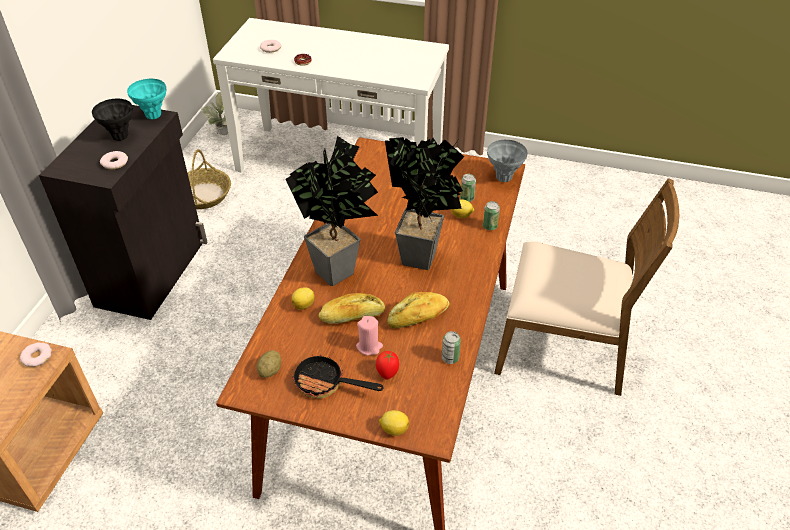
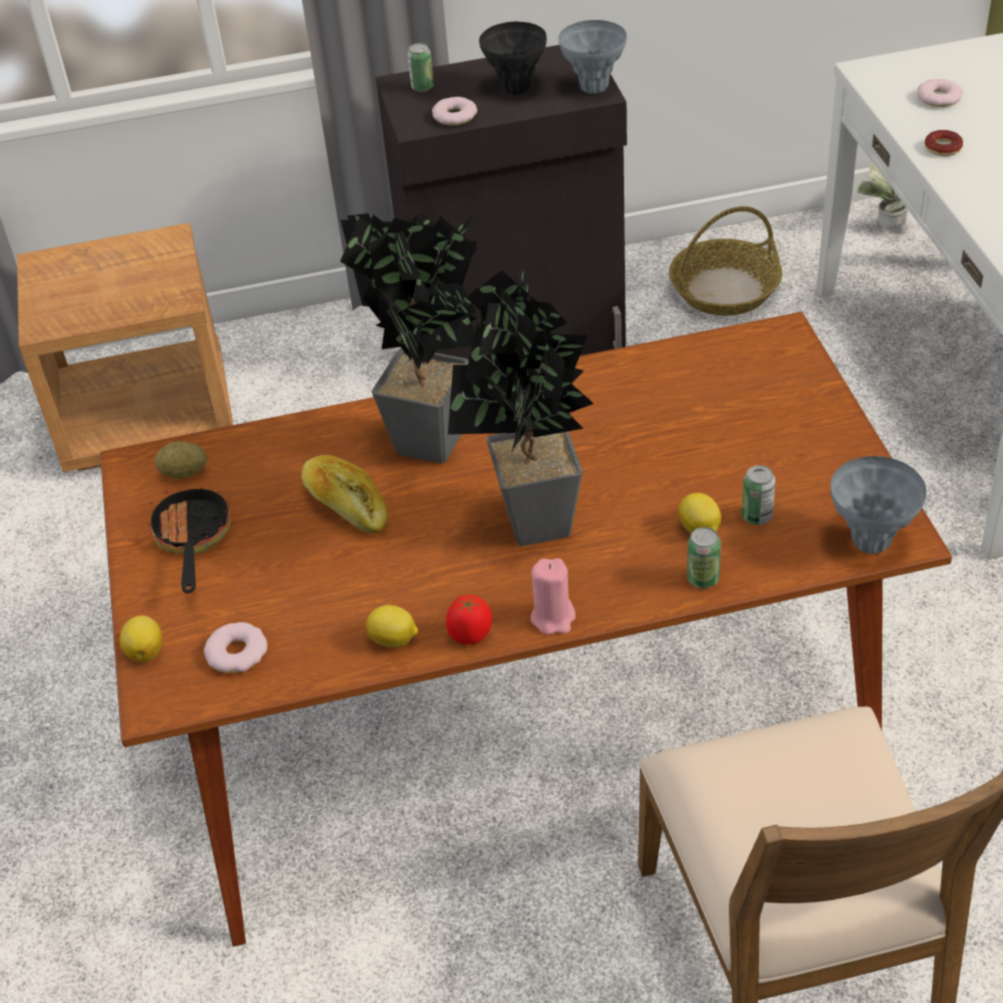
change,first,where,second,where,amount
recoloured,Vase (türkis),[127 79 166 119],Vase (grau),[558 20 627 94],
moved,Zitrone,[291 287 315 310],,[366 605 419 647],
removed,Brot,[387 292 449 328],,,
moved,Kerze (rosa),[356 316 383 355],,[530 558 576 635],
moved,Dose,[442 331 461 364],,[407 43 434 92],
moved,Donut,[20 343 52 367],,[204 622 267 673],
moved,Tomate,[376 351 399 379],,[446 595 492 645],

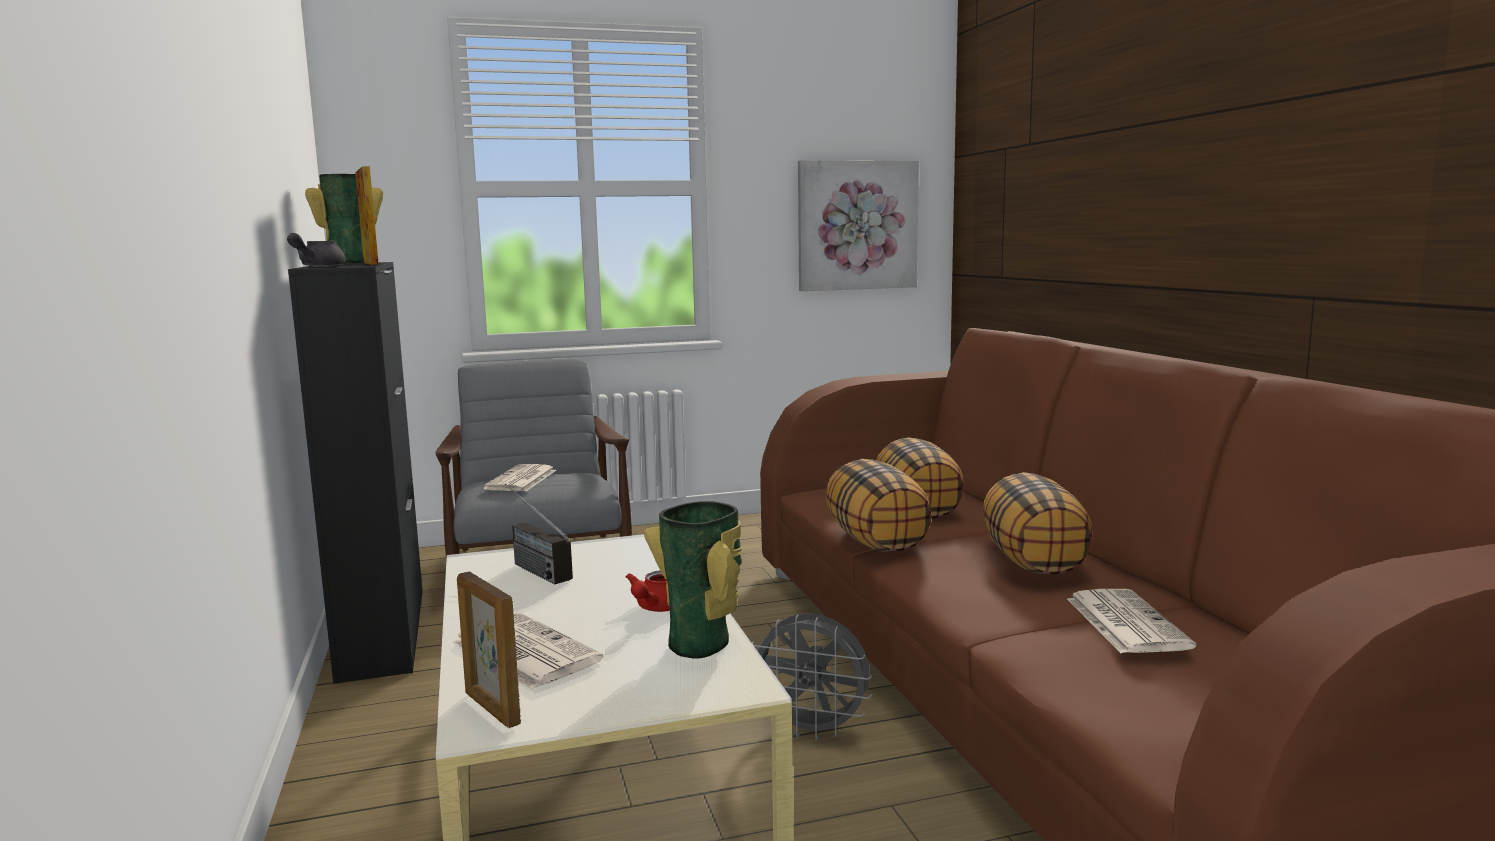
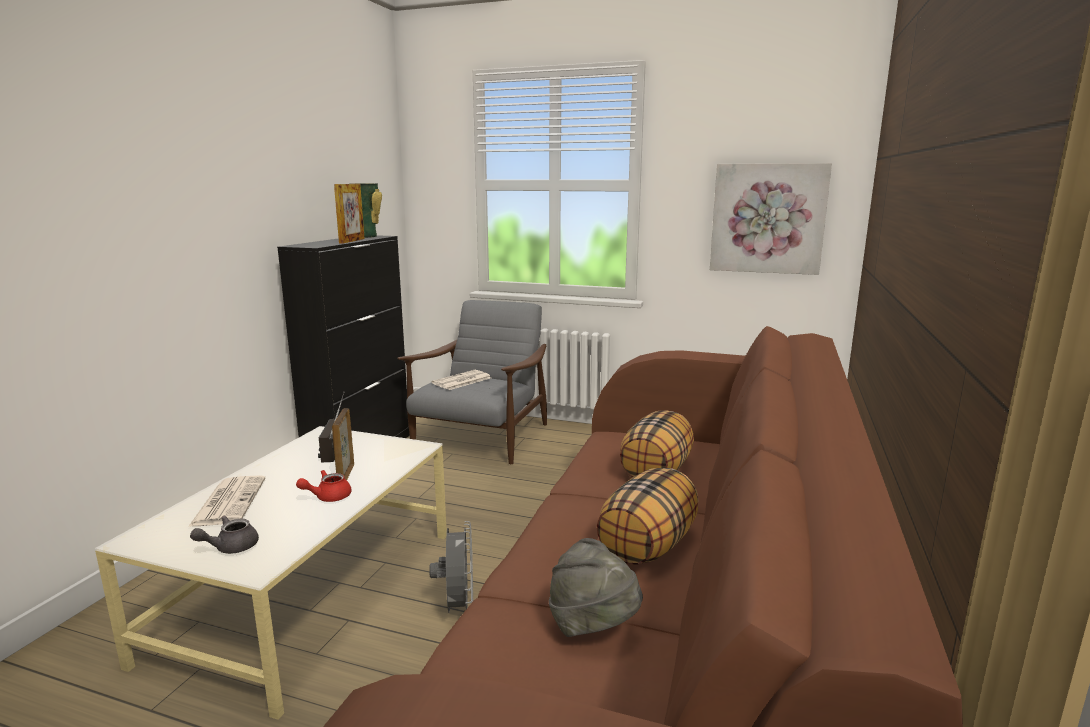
change,first,where,second,where,amount
moved,Teekanne (grau),[287 233 346 267],,[190 515 259 554],
removed,Kissen,[826 459 932 552],,,
removed,Vase,[644 501 743 659],,,
moved,Bilderrahmen,[457 572 521 728],,[332 408 354 480],
replaced,Zeitung,[1067 589 1196 653],Hut (grau),[549 538 643 637],
turned,Ventilator (grau),[752 613 872 740],,[429 521 473 613],150 degrees counterclockwise

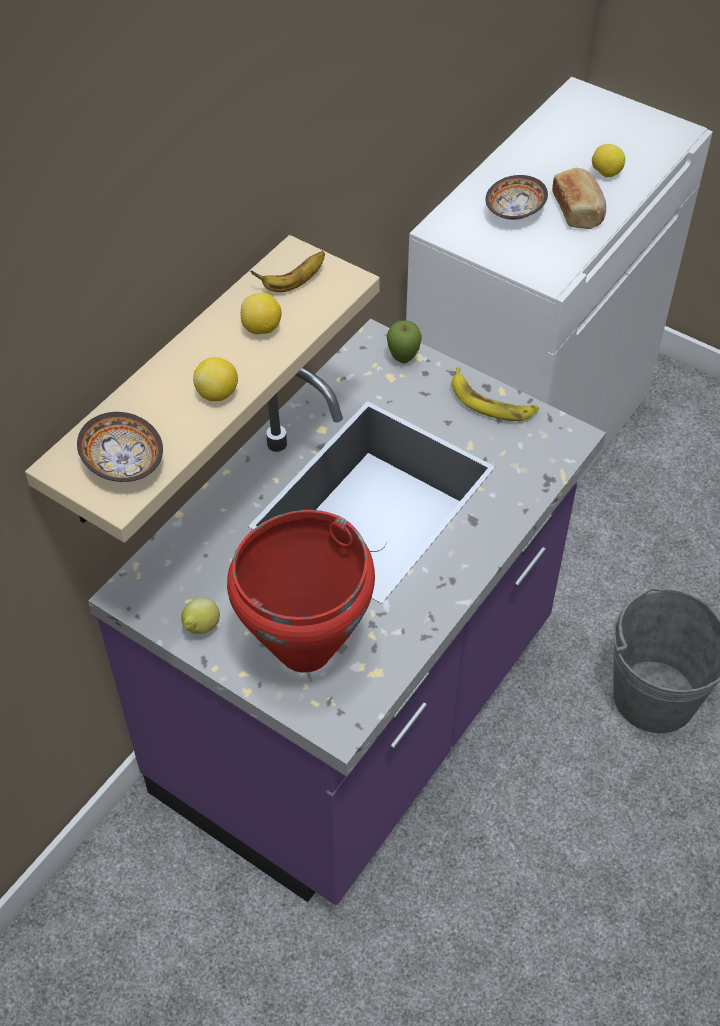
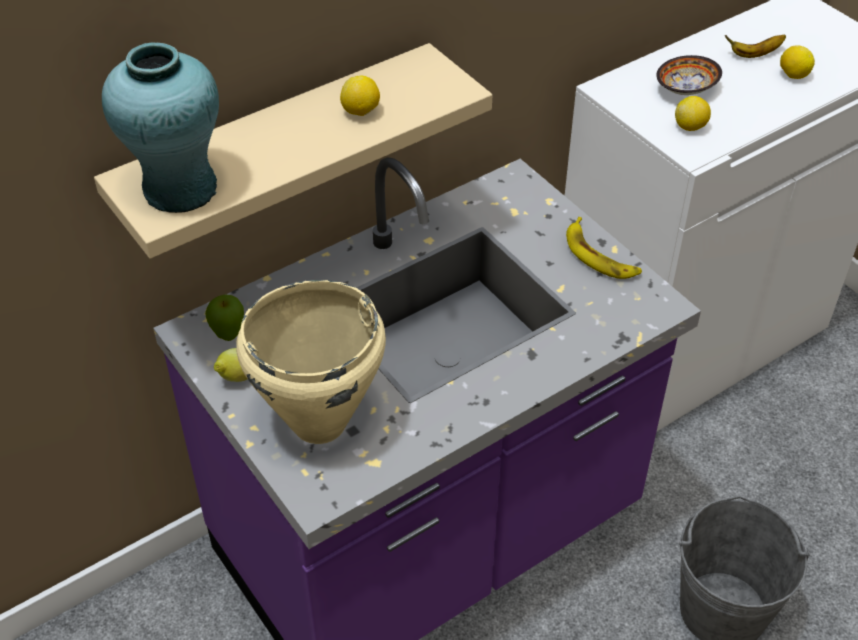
change,first,where,second,where,amount
removed,Brot,[552 168 606 229],,,
moved,Banane,[250 251 325 292],,[725 35 786 58],
moved,Apfel,[387 320 422 363],,[205 294 244 341],
moved,Zitrone,[193 357 238 401],,[675 96 711 131],
replaced,Schüssel,[77 412 163 482],Vase (türkis),[102 43 219 213],
recoloured,Kochtopf (rot),[227 510 375 673],Kochtopf (beige),[236 280 386 444],

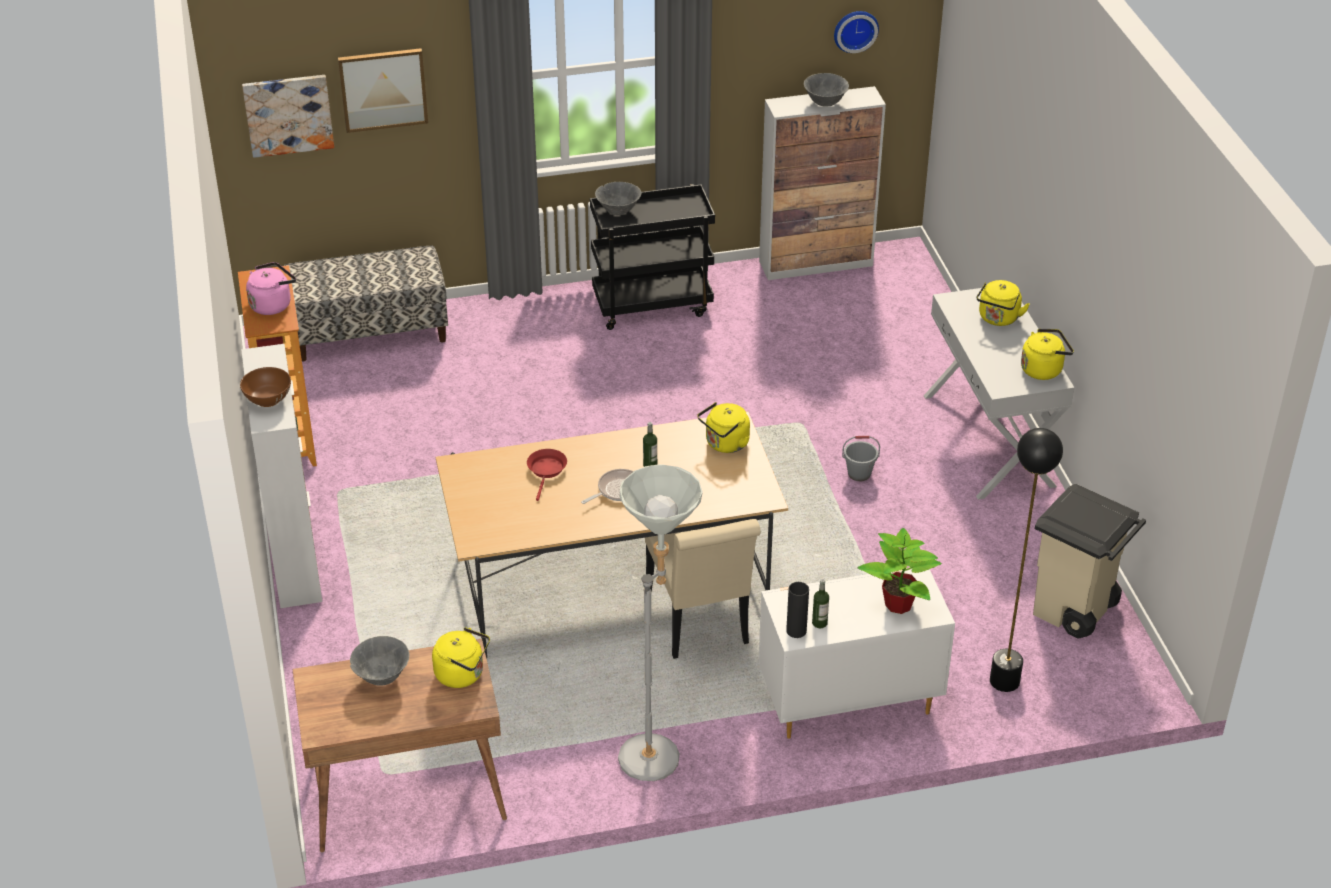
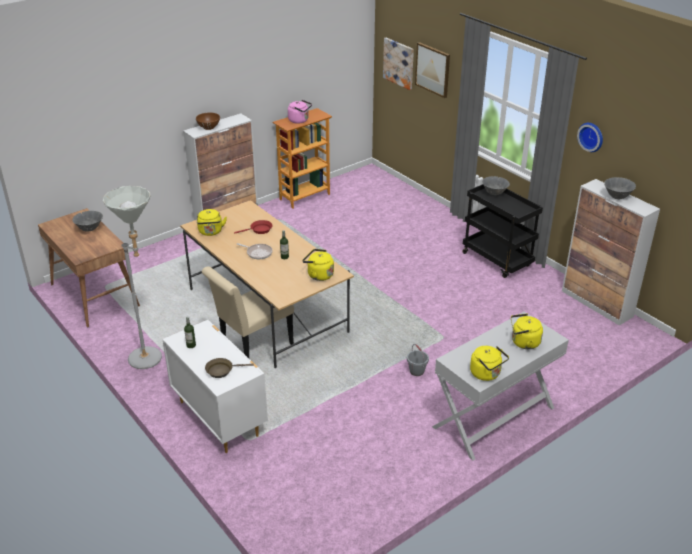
change,first,where,second,where,amount
moved,Wanduhr,[834 11 879 53],,[577 123 603 152],
removed,Bank,[284 246 448 361],,,
removed,Stehlampe (schwarz),[990 428 1063 692],,,
removed,Mülleimer (beige),[1033 483 1146 638],,,
replaced,Topfpflanze,[858 528 942 614],Pfanne (braun),[205 358 254 378],
removed,Vase (schwarz),[786 582 809 638],,,
moved,Wasserkessel (gelb),[432 627 490 688],,[197 209 227 236],

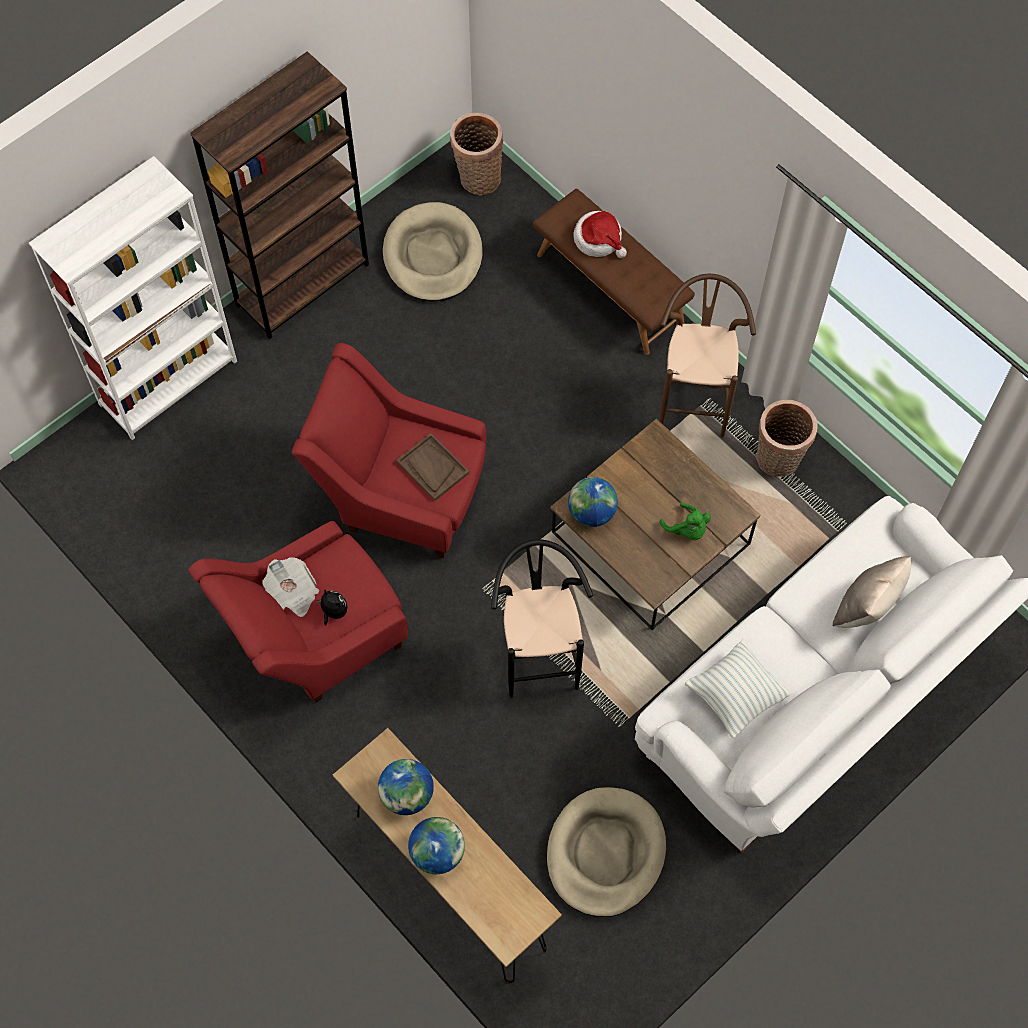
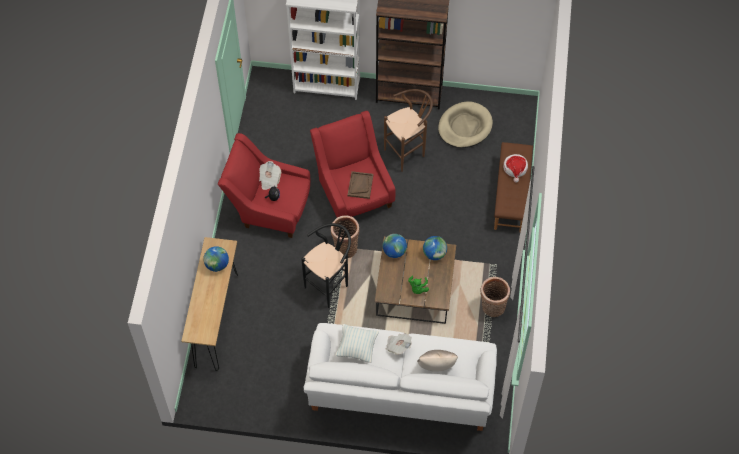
change,first,where,second,where,amount
moved,Korb,[450 112 503 196],,[331 216 360 258],
moved,Hocker (braun),[660 274 756 437],,[384 89 433 172],
removed,Hundebett (beige),[547 787 666 917],,,
moved,Globus,[408 817 465 874],,[423 236 447 260],
added,,,Zeitung,[385 333 412 355],

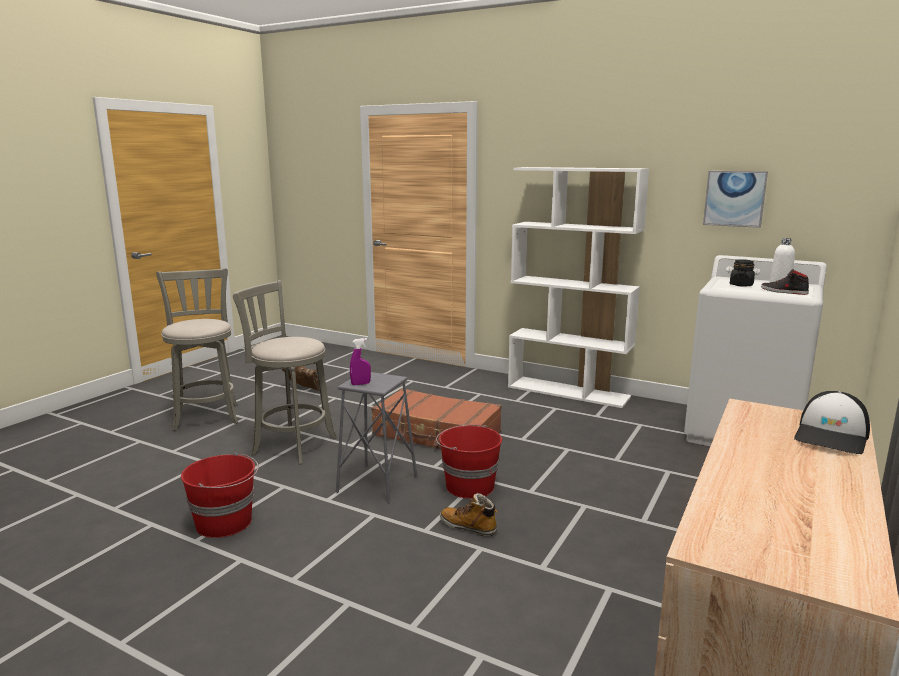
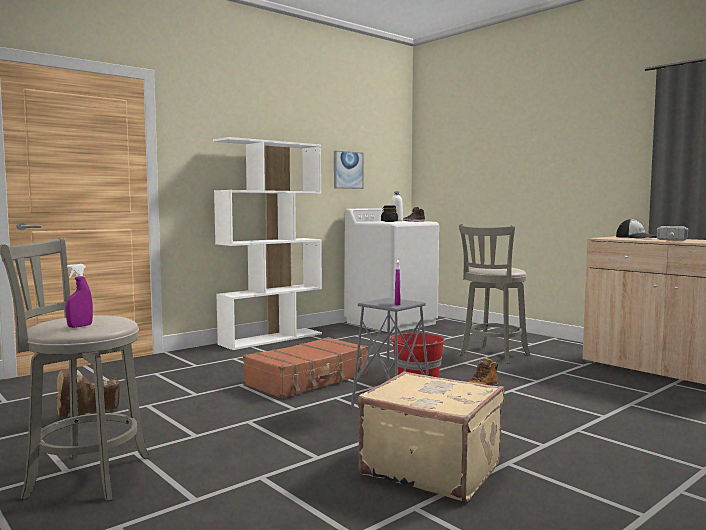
change,first,where,second,where,amount
moved,Hocker (grau),[233 280 337 465],,[459 224 530 364],
replaced,Eimer (rot),[181 453 259 538],Koffer (beige),[358 371 505 502],
added,,,Hammer,[657 226 688 241],
added,,,Sprühflasche (lila),[65 264 93 328],

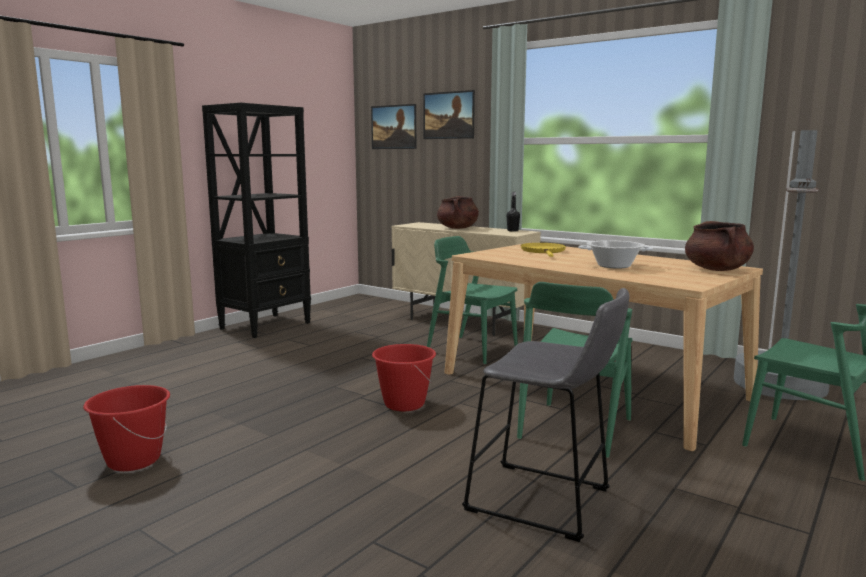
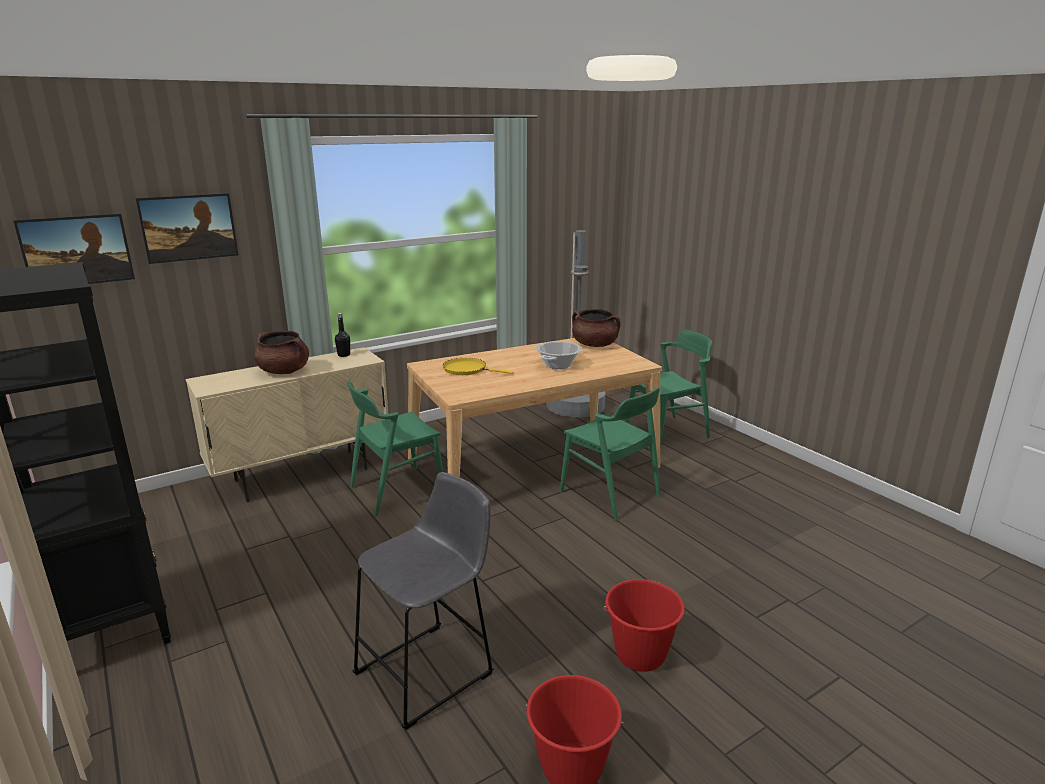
change,first,where,second,where,amount
moved,Hocker (grau),[462 288 630 542],,[352 472 494 730],
moved,Eimer (rot),[372 344 436 411],,[603 579 685 672],

